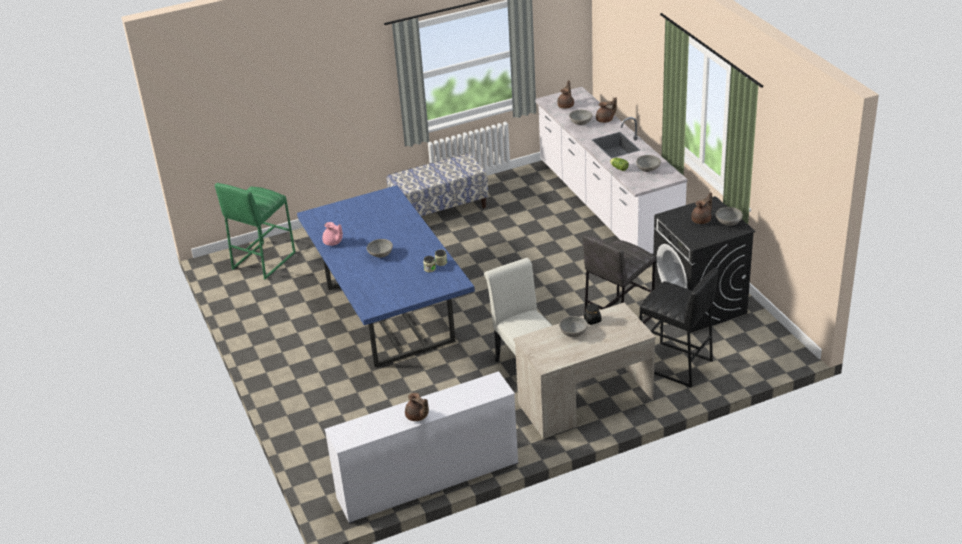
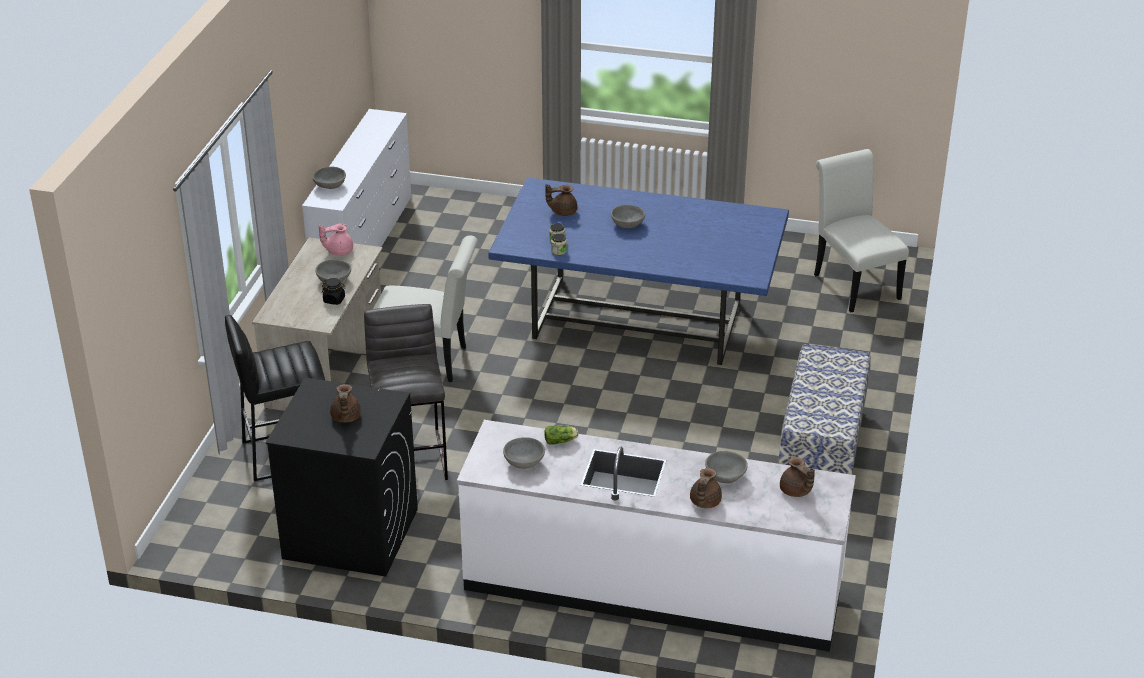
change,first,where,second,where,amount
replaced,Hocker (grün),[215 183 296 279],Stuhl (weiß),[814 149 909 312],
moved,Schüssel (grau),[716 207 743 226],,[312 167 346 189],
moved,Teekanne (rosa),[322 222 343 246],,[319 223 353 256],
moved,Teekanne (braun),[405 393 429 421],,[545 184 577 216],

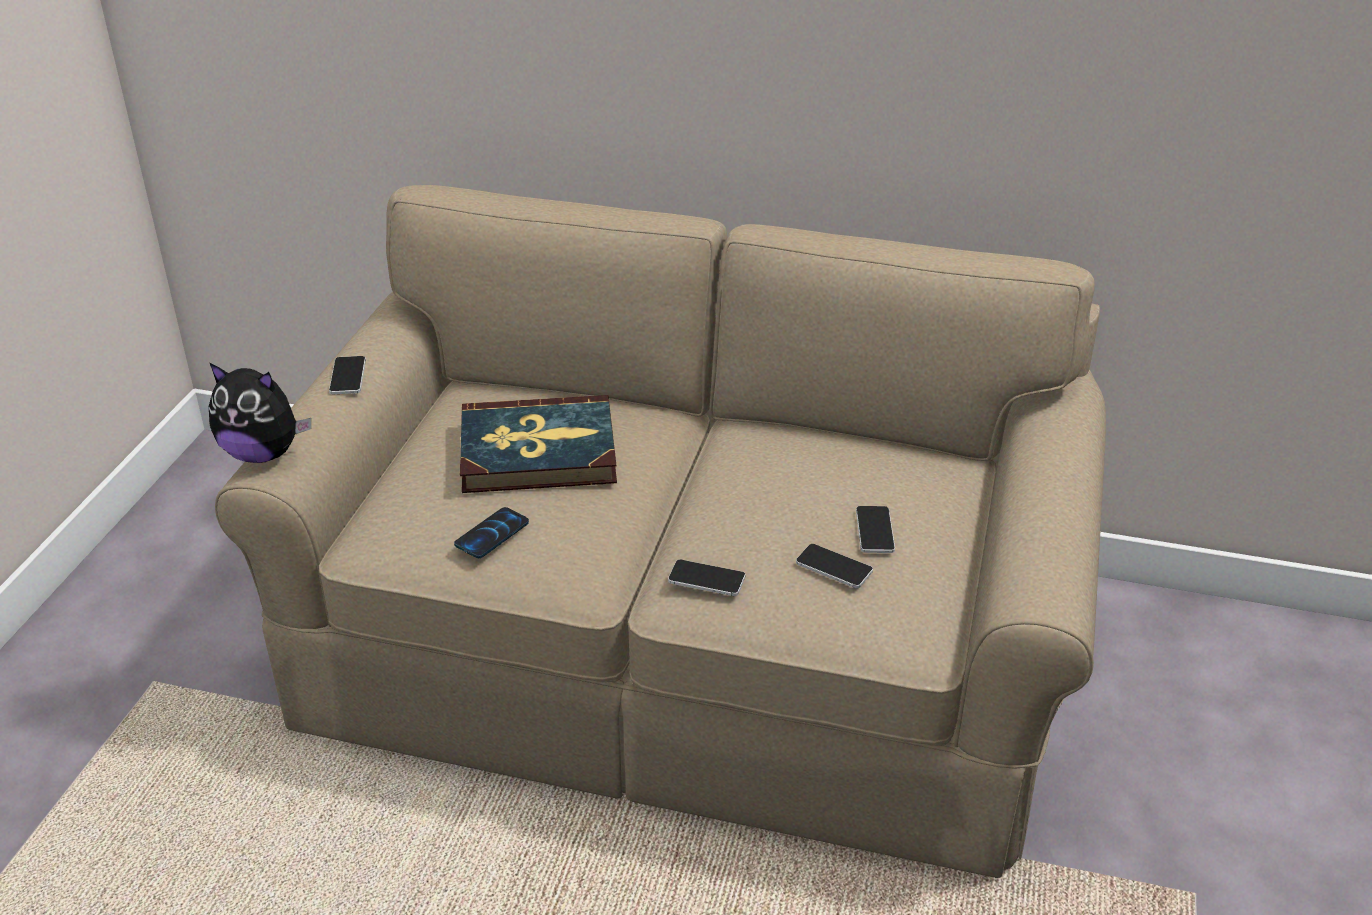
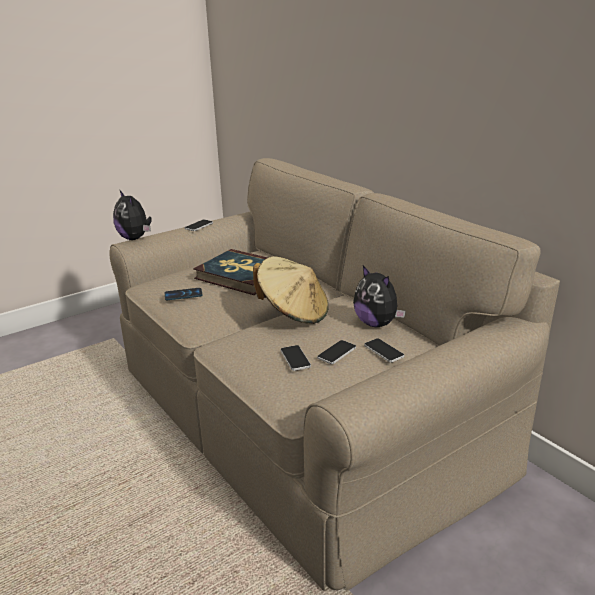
change,first,where,second,where,amount
moved,Handy,[668 560 745 596],,[364 338 405 363],
added,,,Hut (beige),[253 256 329 324],
added,,,Plüschtier,[353 266 406 327],

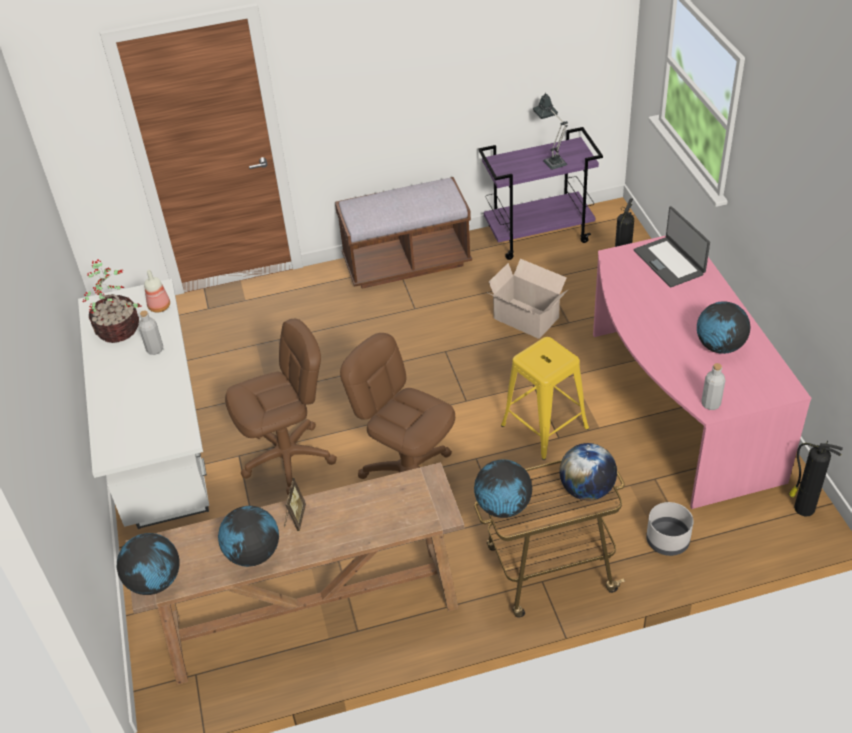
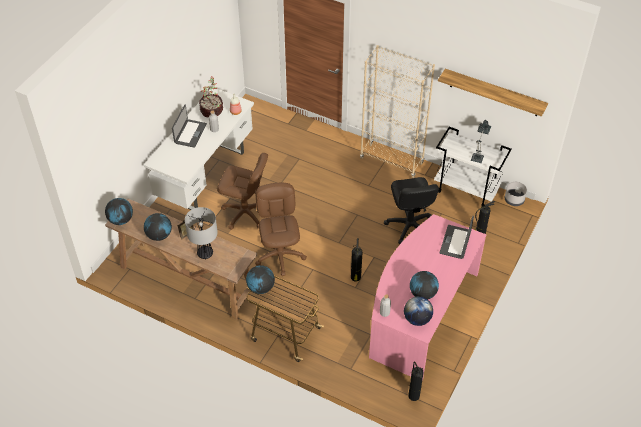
change,first,where,second,where,amount
recoloured,Rollwagen (lila),[478 127 603 260],Rollwagen (weiß),[434 127 512 207],
replaced,Bank (braun),[335 177 472 289],Bücherregal (beige),[360 45 435 178],
replaced,Karton,[486 259 568 339],Bürostuhl (schwarz),[384 177 439 244],
replaced,Hocker (gelb),[501 337 589 460],Feuerlöscher,[351 238 362 282],
moved,Globus,[559 443 617 501],,[404 296 433 326],
moved,Pflanzkübel (grau),[646 502 693 556],,[505 182 527 206],
added,,,Wandregal,[438 69 548 116],
added,,,Laptop,[172 105 207 148],
added,,,Tischlampe,[185 207 218 260],

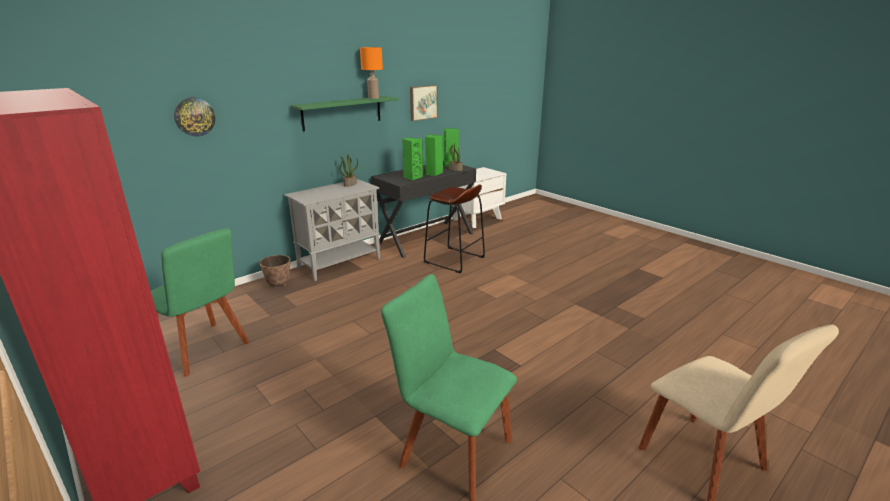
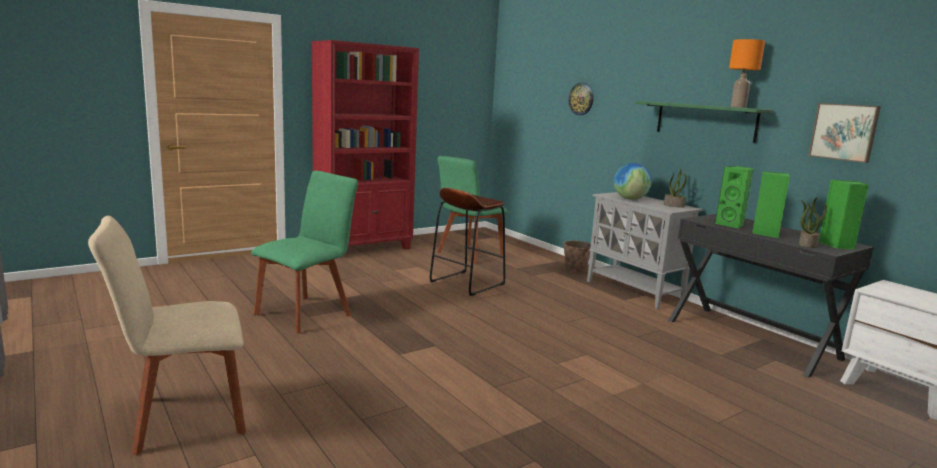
change,first,where,second,where,amount
moved,Hocker (braun),[424 184 485 273],,[430 188 505 296],
added,,,Globus,[614 163 652 200],

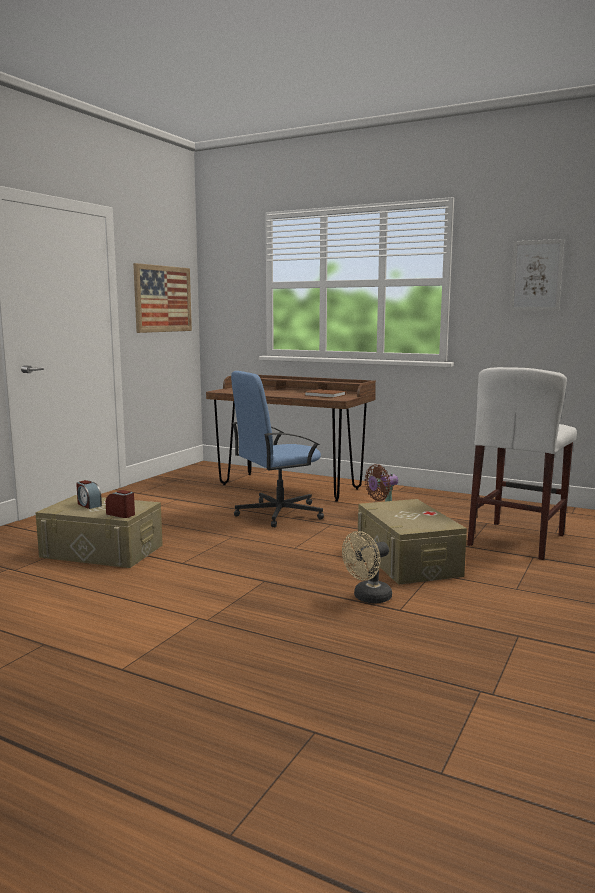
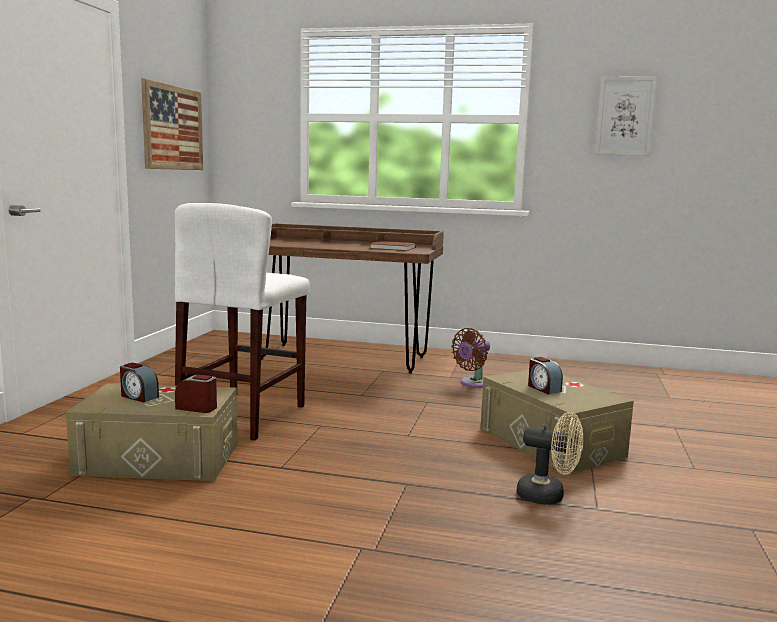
change,first,where,second,where,amount
moved,Hocker (weiß),[467 367 577 560],,[175 203 310 440],
removed,Bürostuhl (blau),[231 371 324 528],,,
turned,Ventilator (beige),[342 531 392 604],,[517 412 583 505],105 degrees counterclockwise
added,,,Wecker,[528 357 563 395],

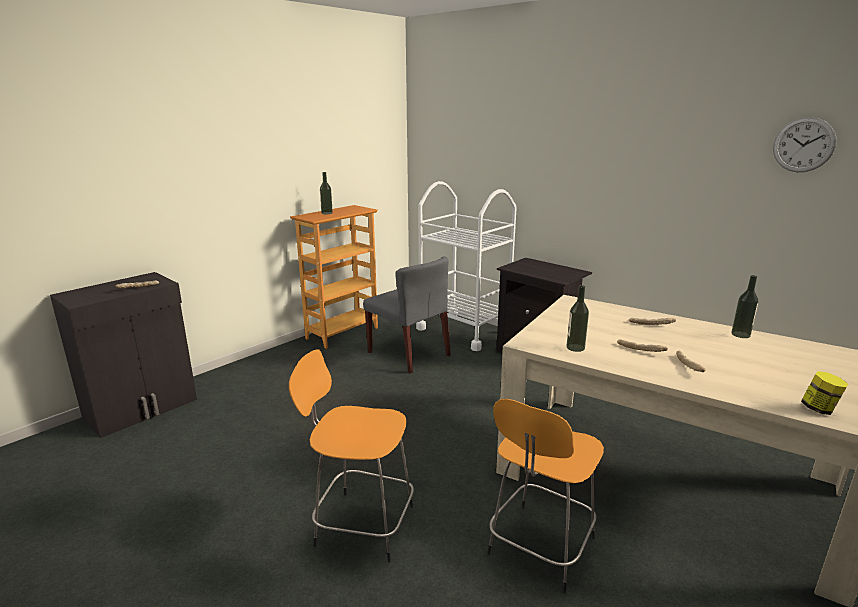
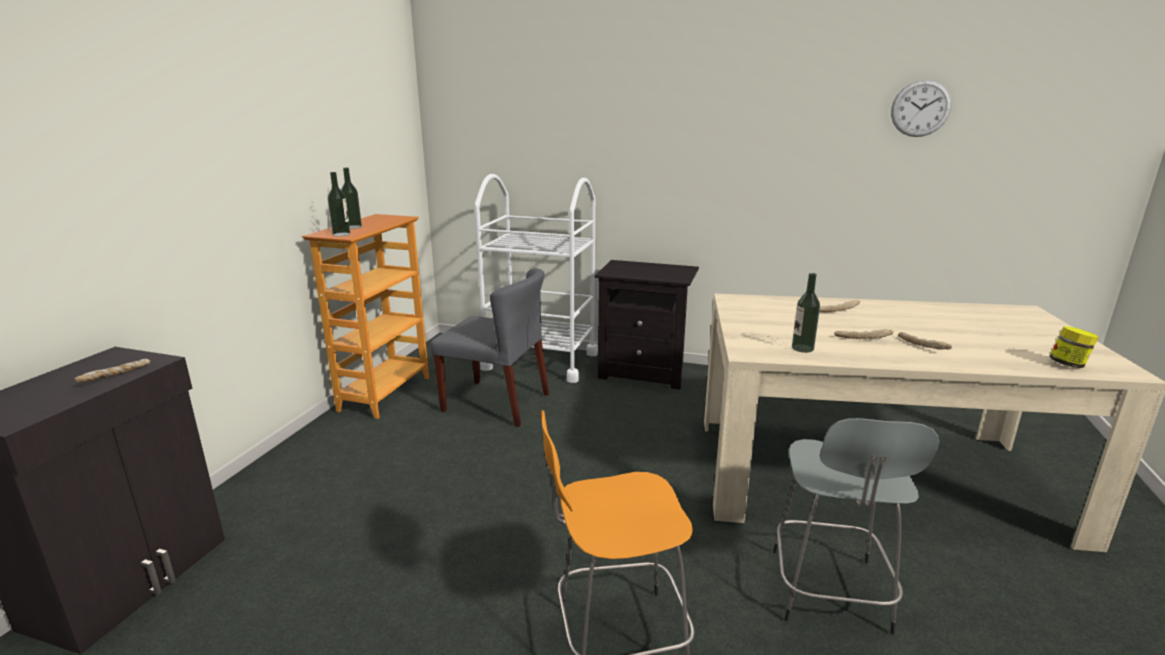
change,first,where,second,where,amount
moved,Flasche,[731 275 758 338],,[328 172 350 236],
recoloured,Hocker (orange),[487 399 604 593],Hocker (grau),[773 418 939 635],

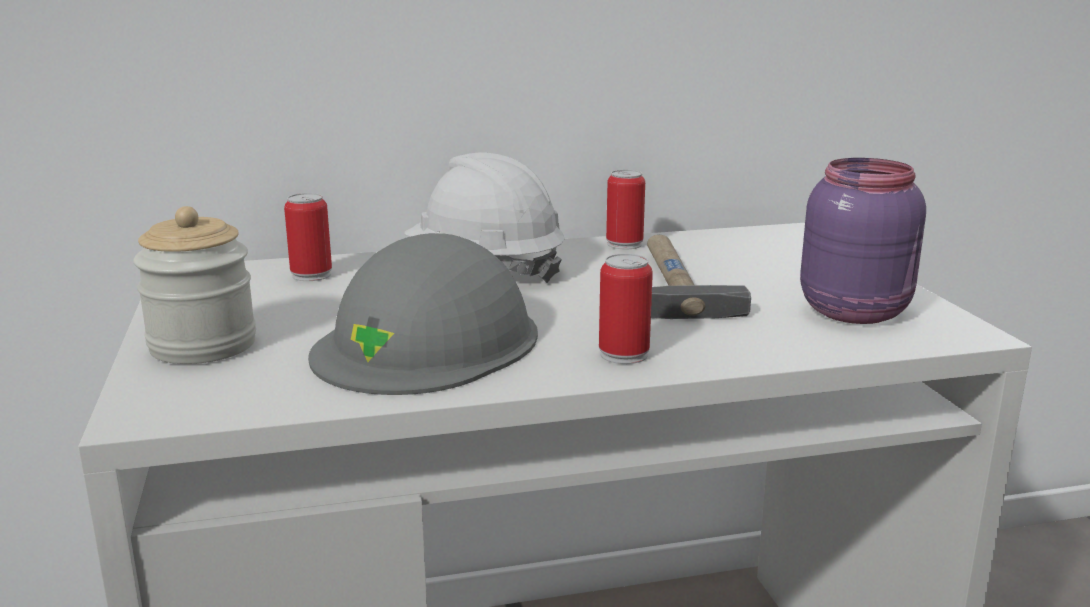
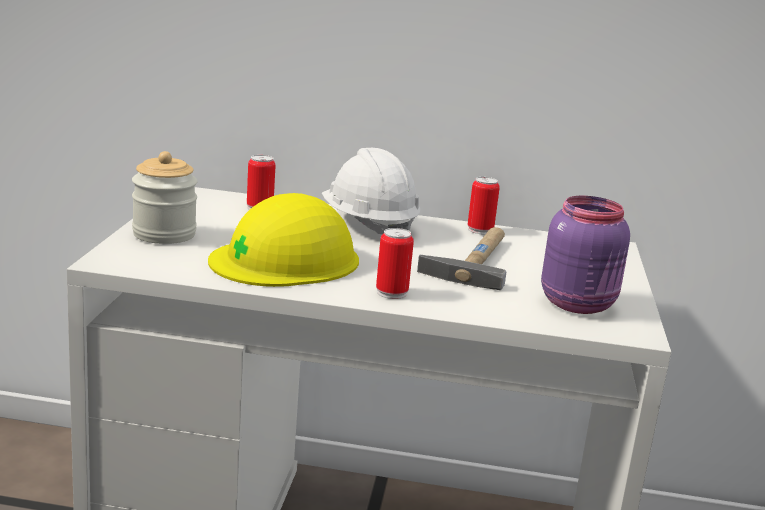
change,first,where,second,where,amount
recoloured,Schutzhelm (grau),[308 233 538 395],Schutzhelm (gelb),[208 193 359 287],

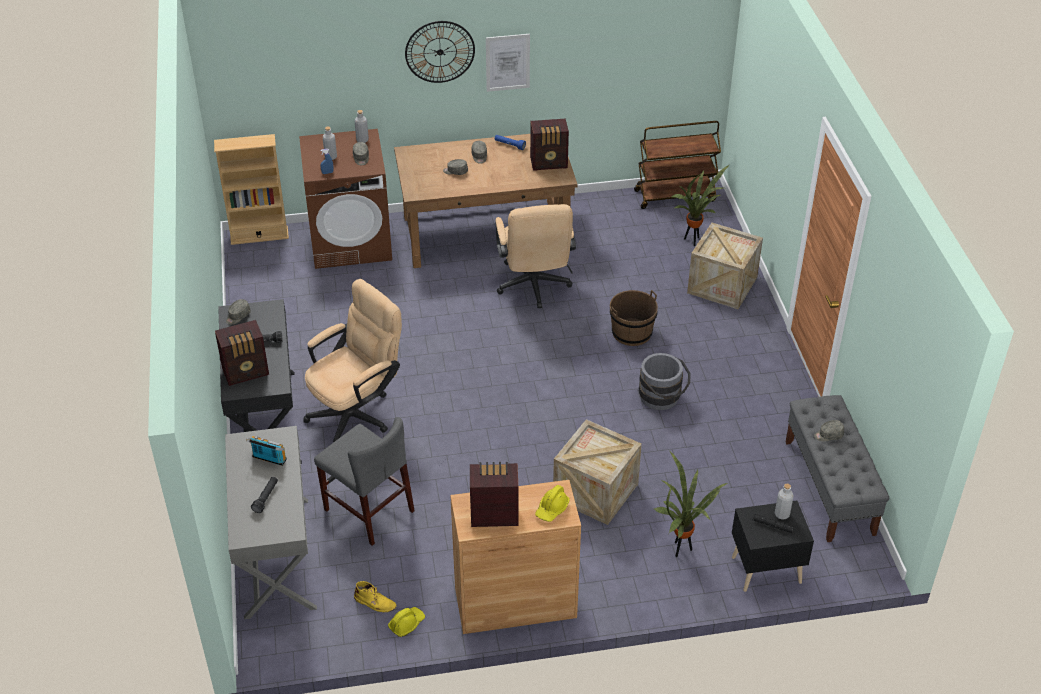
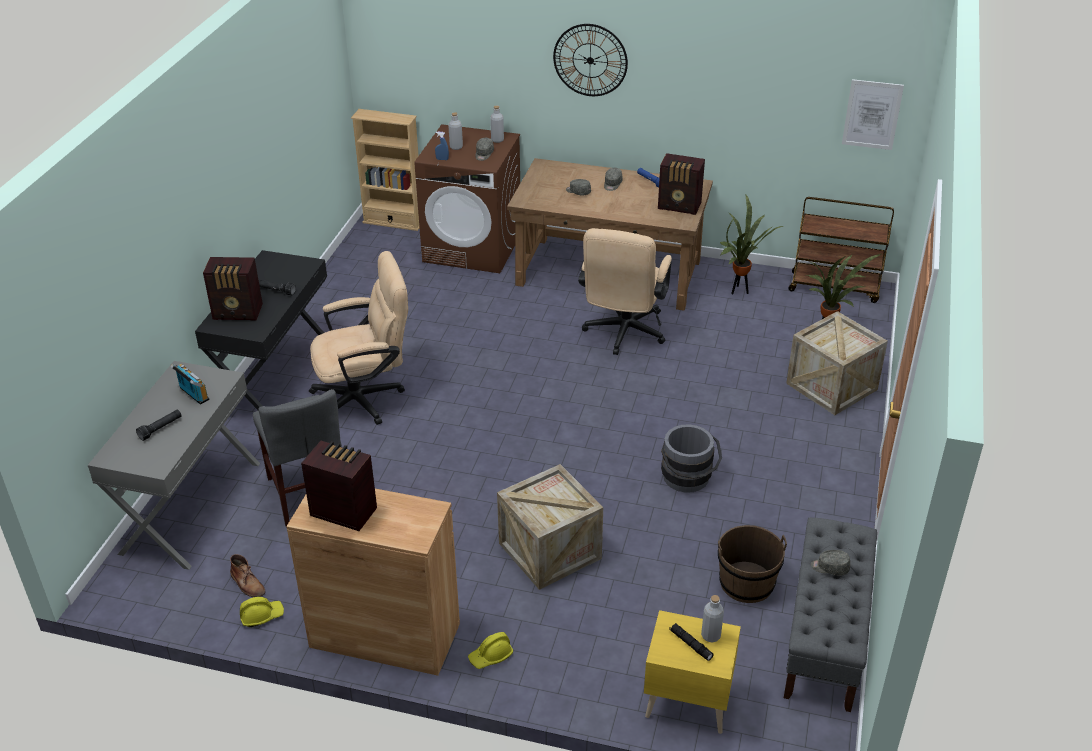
change,first,where,second,where,amount
moved,Bild,[486 34 530 92],,[842 79 904 150],
moved,Eimer (braun),[610 290 658 346],,[718 525 787 603],
removed,Kappe (grau),[226 299 251 325],,,
moved,Topfpflanze,[654 451 728 557],,[720 195 783 294],
moved,Schutzhelm (gelb),[535 485 570 522],,[468 632 513 669],
recoloured,Nachttisch (schwarz),[732 500 814 592],Nachttisch (gelb),[644 610 741 734],
recoloured,Stiefel (gelb),[354 581 397 612],Stiefel (braun),[230 554 266 597],

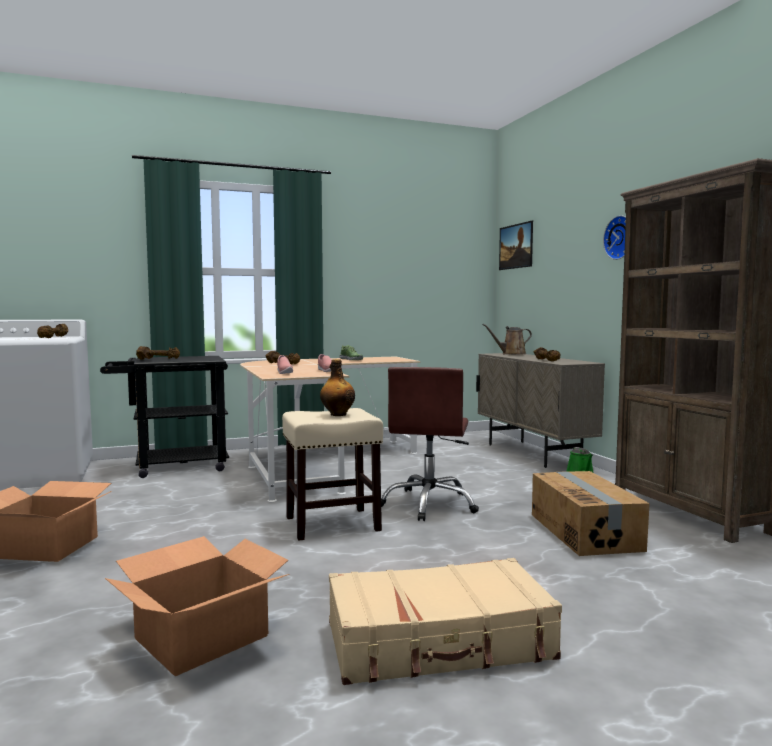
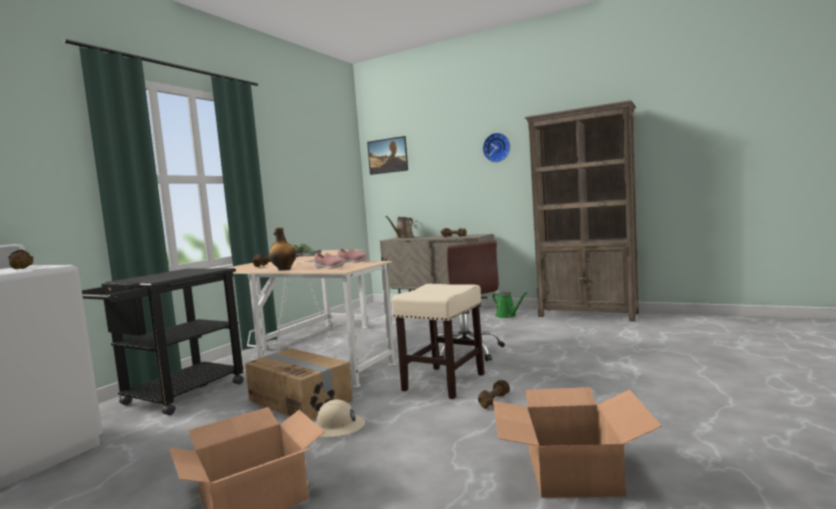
change,first,where,second,where,amount
moved,Hantel (braun),[136 346 180 360],,[478 380 510 409],
moved,Flasche,[320 359 355 416],,[269 228 297 271],
moved,Karton,[532 471 650 556],,[245 348 353 420],
removed,Koffer (beige),[329 558 562 685],,,
added,,,Schutzhelm (beige),[314 399 365 437],

